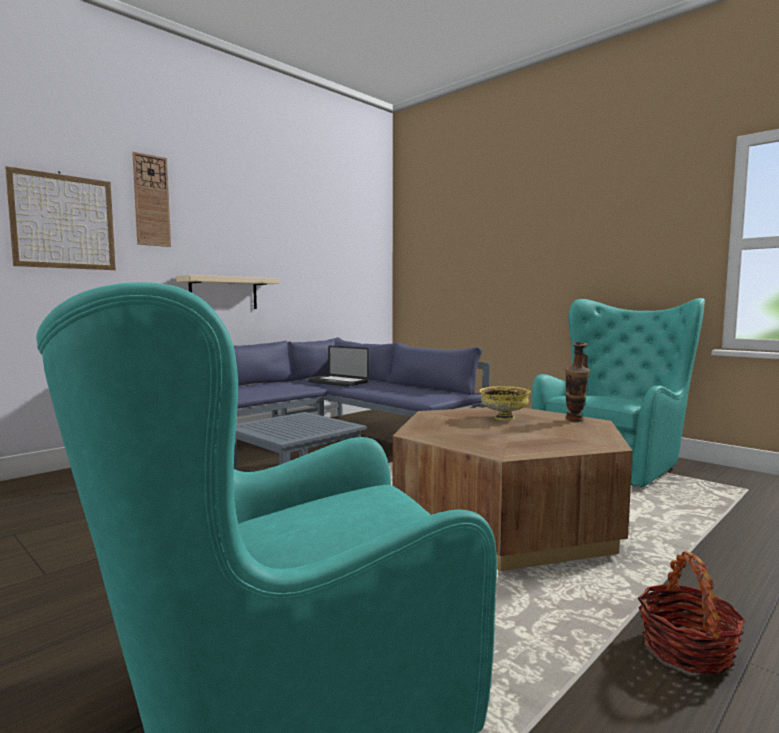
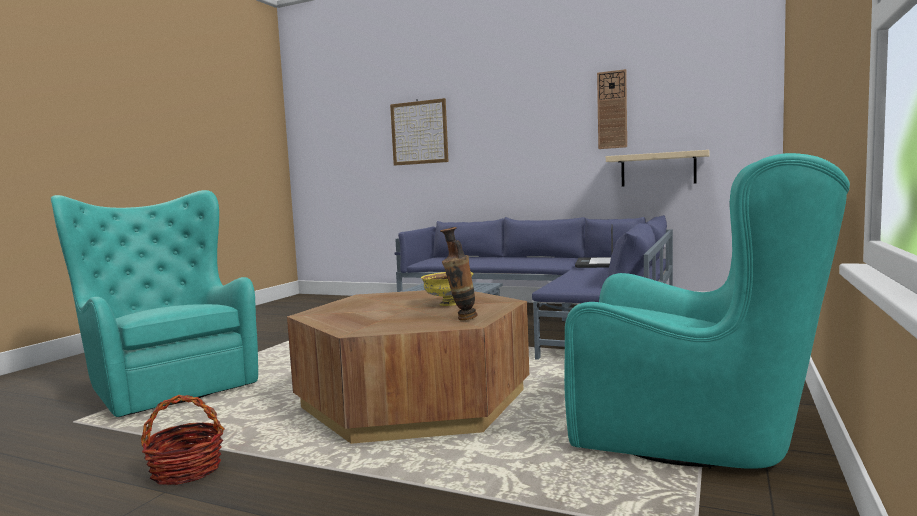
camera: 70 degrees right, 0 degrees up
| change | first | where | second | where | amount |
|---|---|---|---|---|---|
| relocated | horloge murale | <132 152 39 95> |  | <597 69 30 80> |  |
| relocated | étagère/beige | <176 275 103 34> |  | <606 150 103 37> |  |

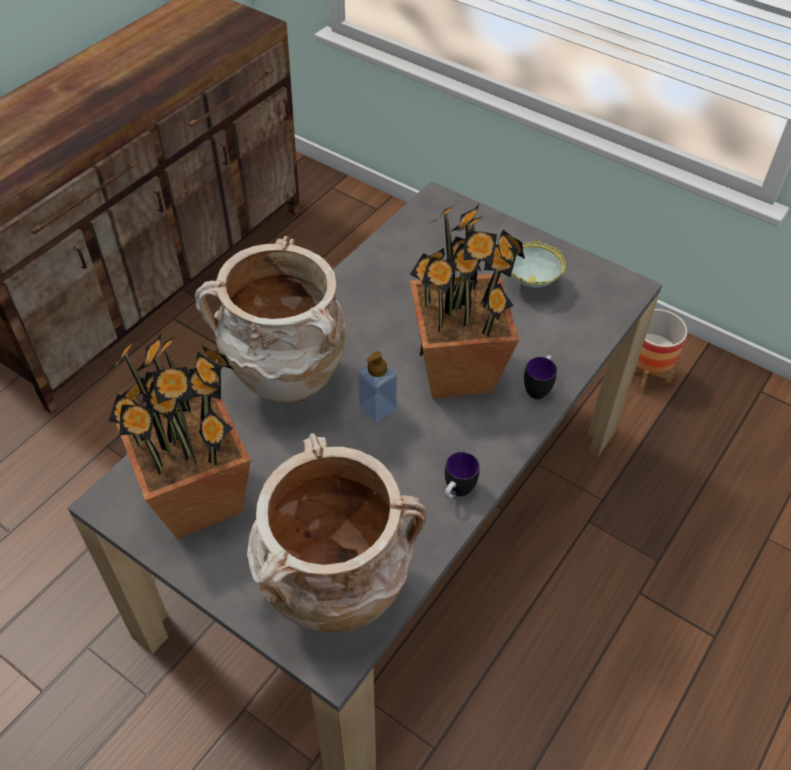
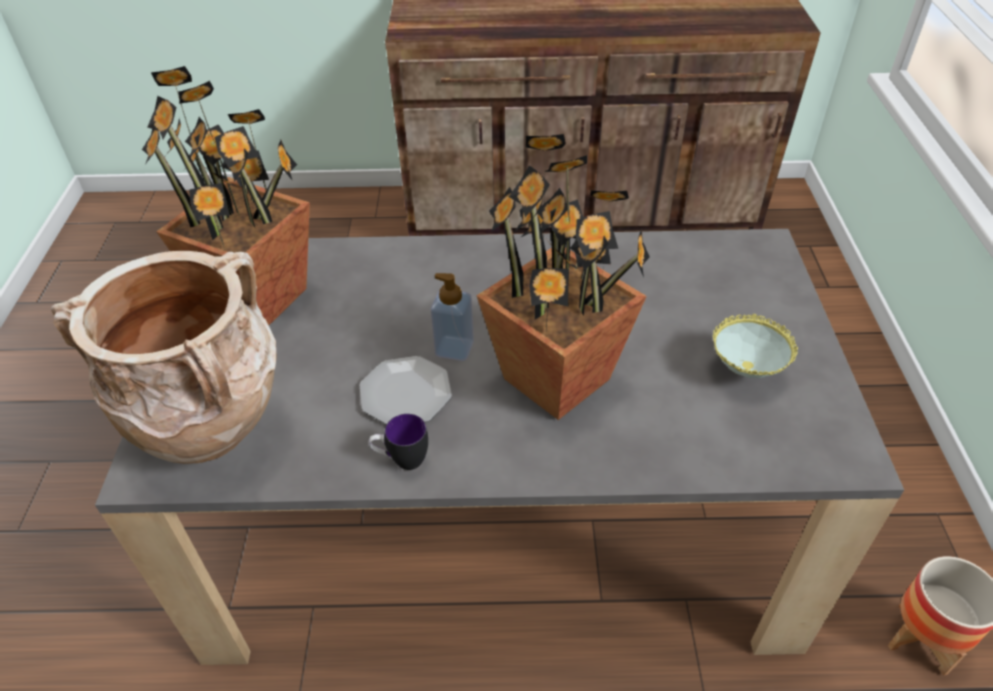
camera: 55 degrees right, 5 degrees down
| change | first | where | second | where | amount |
|---|---|---|---|---|---|
| missing | vase/beige | <195 236 150 168> |  |  |  |
| missing | mug | <524 355 33 44> |  |  |  |
| appeared |  |  | assiette | <360 356 92 69> |  |

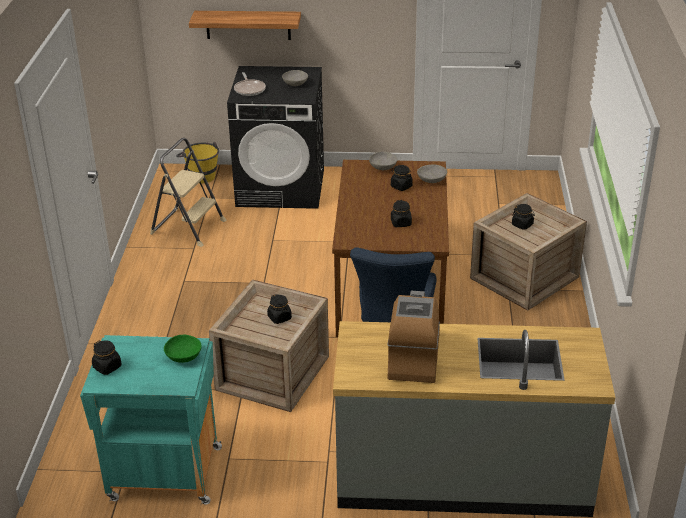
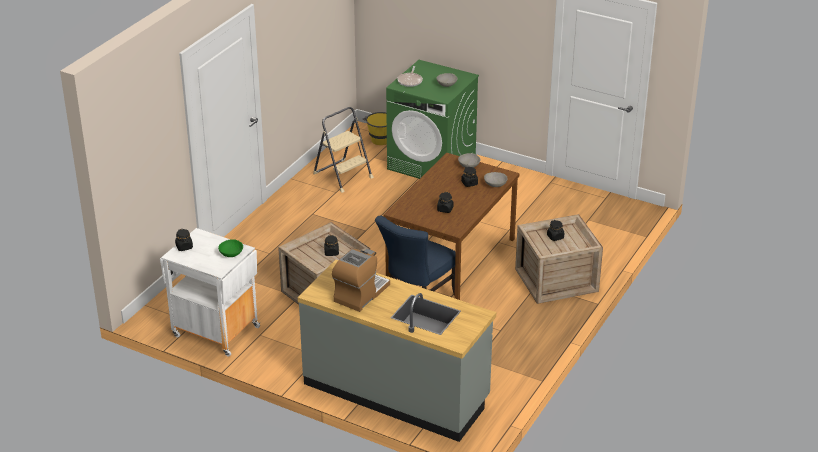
camera: 25 degrees right, 0 degrees up
| change | first | where | second | where | amount |
|---|---|---|---|---|---|
| missing | étagère | <189 11 112 29> |  |  |  |
| colour | lave-linge/noir | <227 66 97 143> | lave-linge/vert | <386 60 93 119> |  |
| colour | chariot/turquoise | <80 335 142 170> | chariot/blanc | <160 228 100 129> |  |

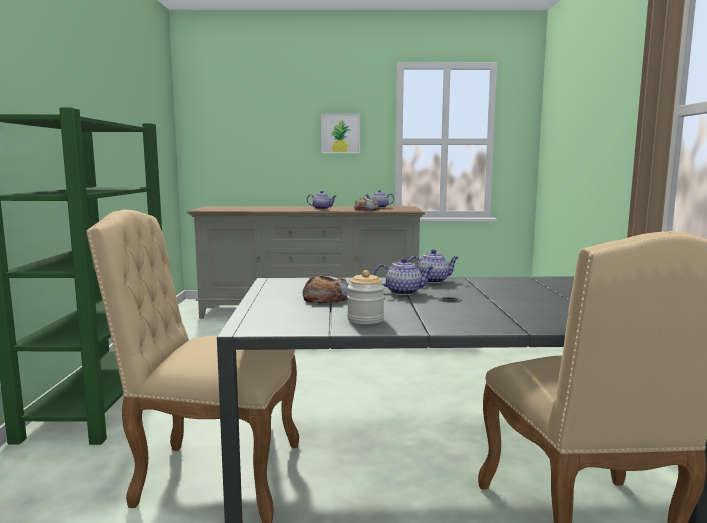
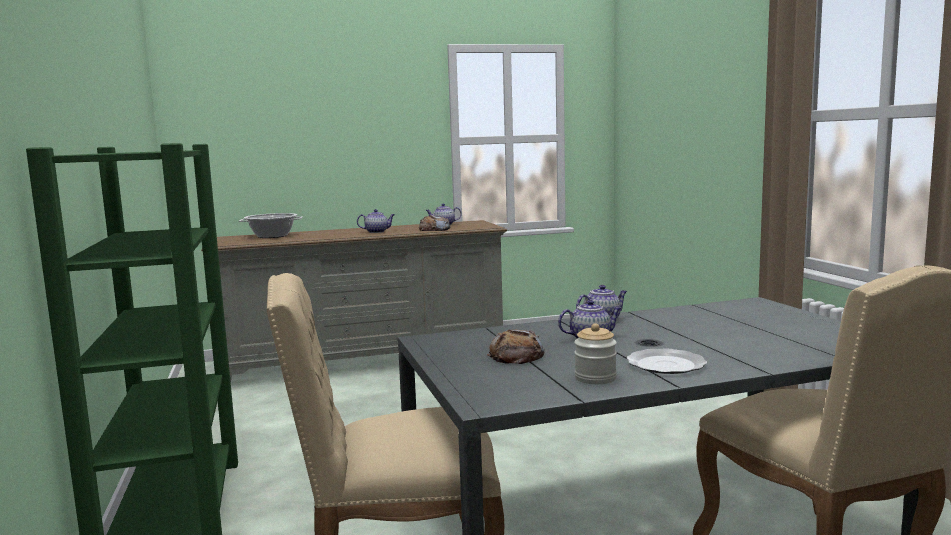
camera: 15 degrees left, 0 degrees up
| change | first | where | second | where | amount |
|---|---|---|---|---|---|
| missing | tableau | <321 113 39 40> |  |  |  |
| appeared |  |  | marmite | <239 213 64 25> |  |
| appeared |  |  | assiette | <627 348 80 26> |  |

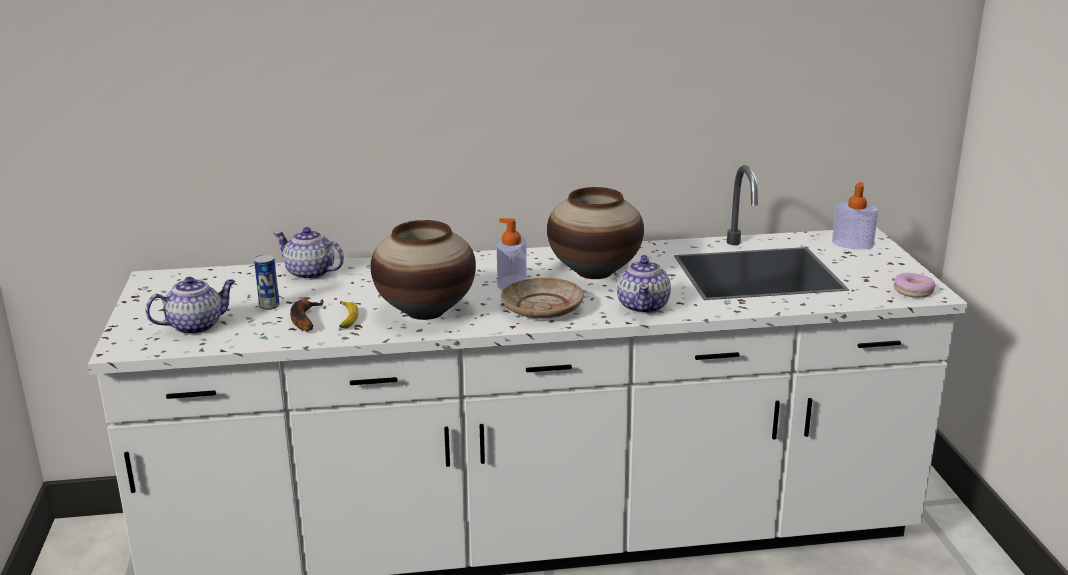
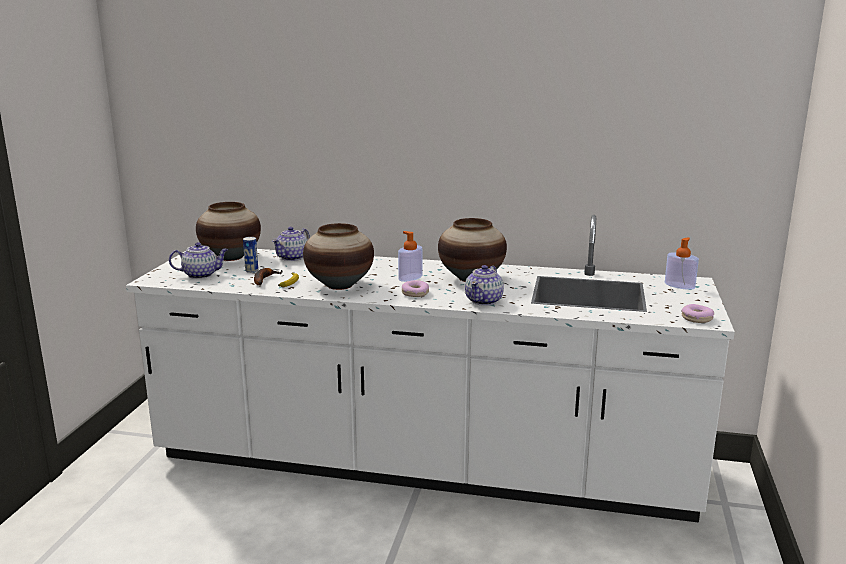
camera: 20 degrees right, 5 degrees down
| change | first | where | second | where | amount |
|---|---|---|---|---|---|
| spun | théière | <273 227 71 53> |  | <272 227 38 34> | 105 degrees counterclockwise |
| exchanged | assiette/beige | <501 278 83 41> | beignet | <402 280 27 17> |  |
| appeared |  |  | vase | <196 202 65 59> |  |

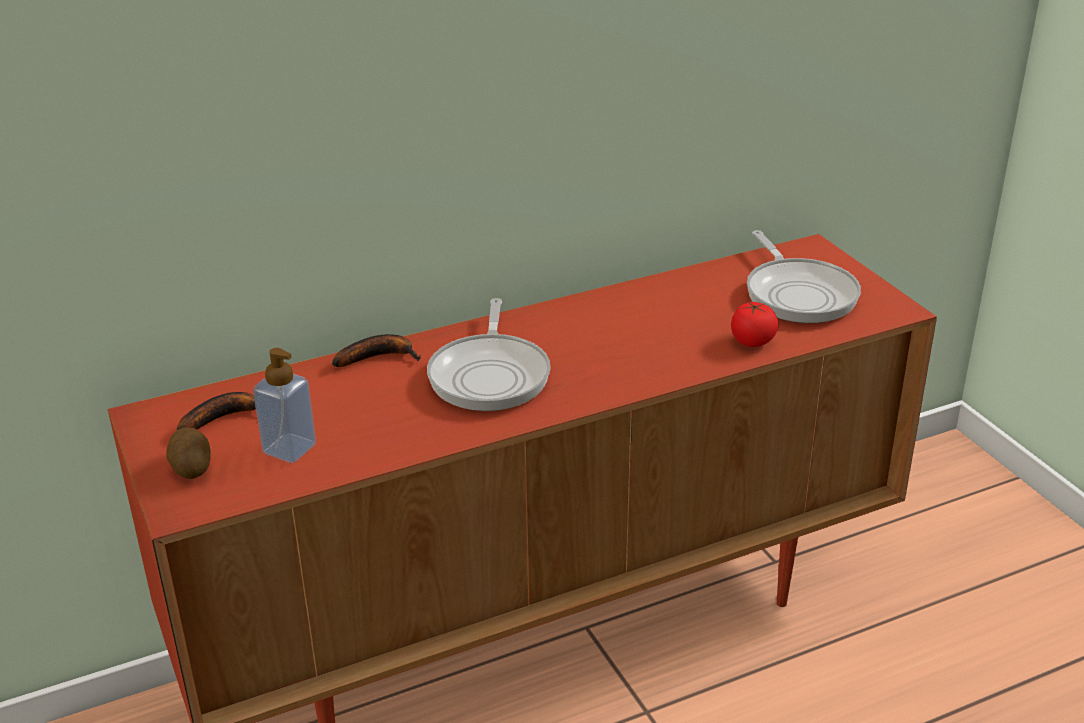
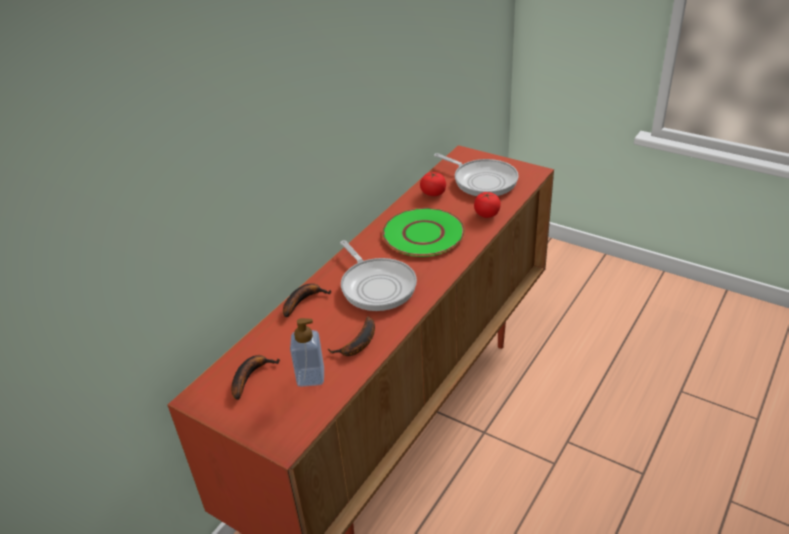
camera: 30 degrees left, 5 degrees up
| change | first | where | second | where | amount |
|---|---|---|---|---|---|
| missing | pomme de terre | <166 427 45 52> |  |  |  |
| appeared |  |  | tomate | <420 172 26 24> |  |
| appeared |  |  | assiette/vert | <382 208 83 49> |  |
| appeared |  |  | banane | <328 317 47 39> |  |

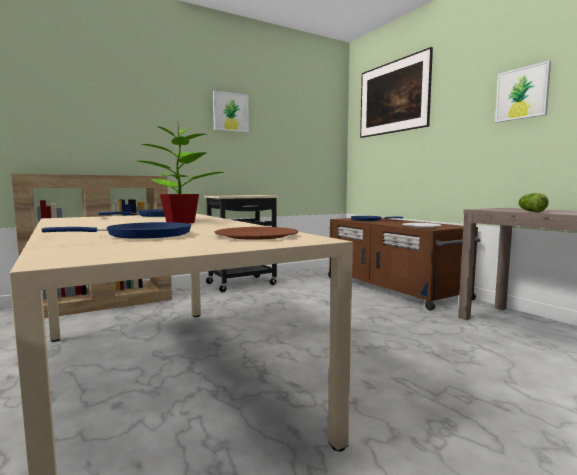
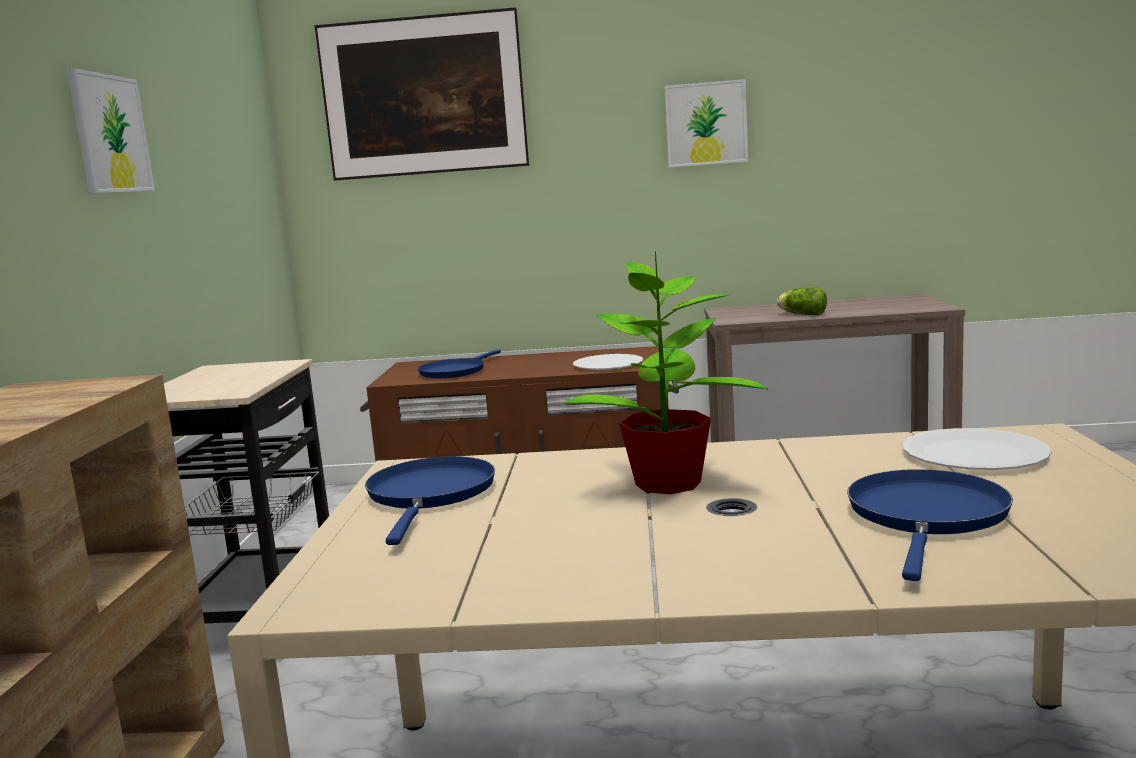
camera: 55 degrees left, 5 degrees up
| change | first | where | second | where | amount |
|---|---|---|---|---|---|
| colour | assiette/marron | <215 227 83 13> | assiette/blanc | <903 428 149 42> |  |

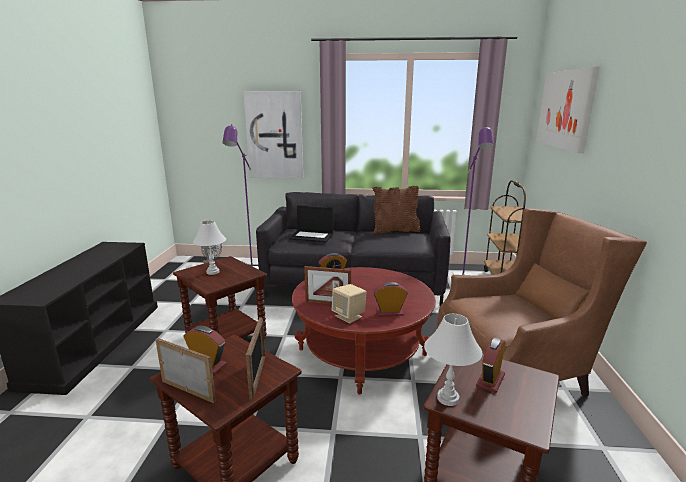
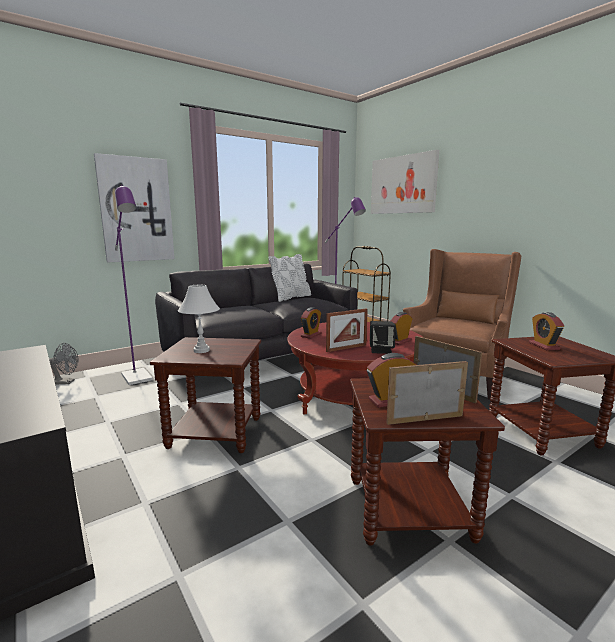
camera: 40 degrees left, 5 degrees down
| change | first | where | second | where | amount |
|---|---|---|---|---|---|
| colour | coussin/marron | <372 186 48 48> | coussin/blanc | <268 254 43 48> |  |
| missing | ordinateur portable | <289 205 44 37> |  |  |  |
| colour | enceinte/beige | <332 284 34 39> | enceinte/noir | <370 321 26 33> |  |
| missing | lampe de table/blanc | <424 314 58 92> |  |  |  |

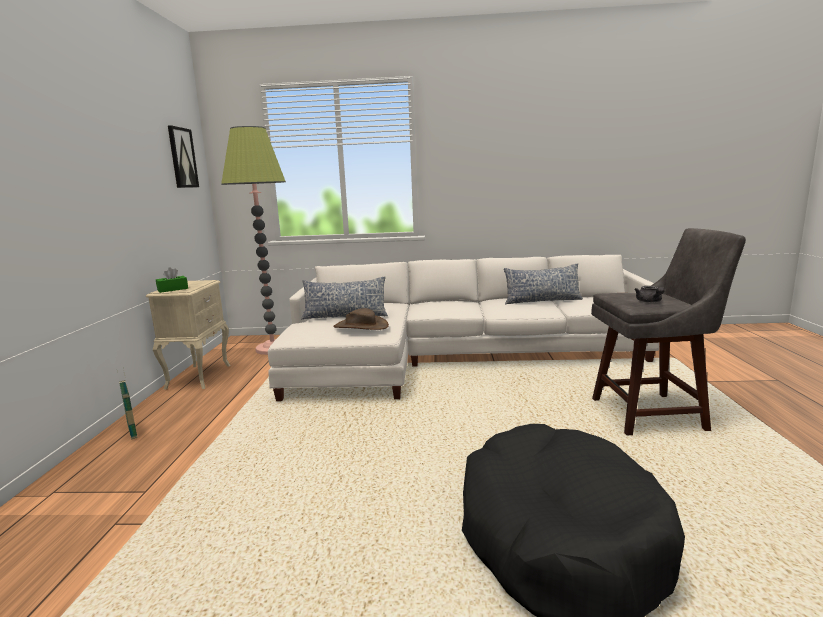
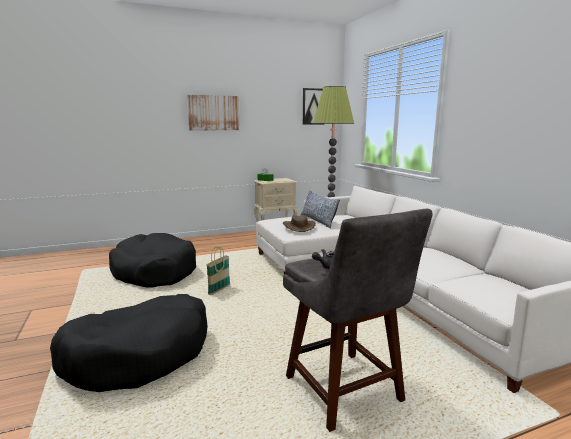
camera: 65 degrees right, 0 degrees up
| change | first | where | second | where | amount |
|---|---|---|---|---|---|
| missing | coussin | <504 263 79 42> |  |  |  |
| relocated | panier | <119 370 19 70> |  | <207 246 23 49> |  |
| appeared |  |  | tableau | <187 95 53 36> |  |
| appeared |  |  | panier pour chien/noir | <109 233 87 55> |  |

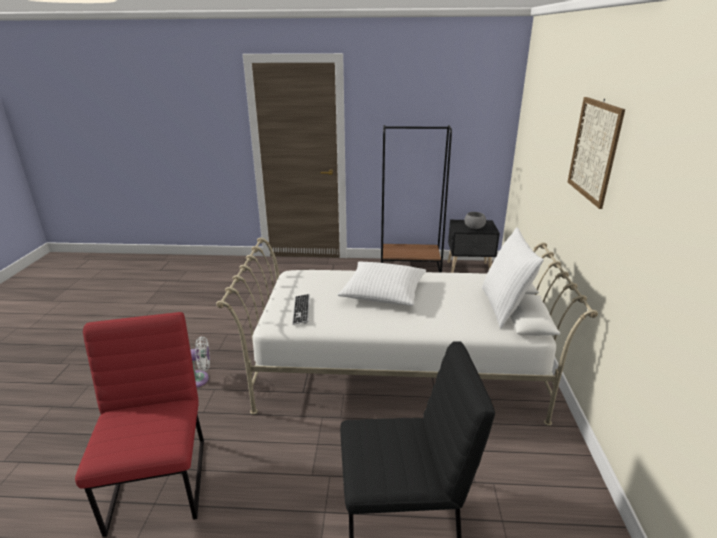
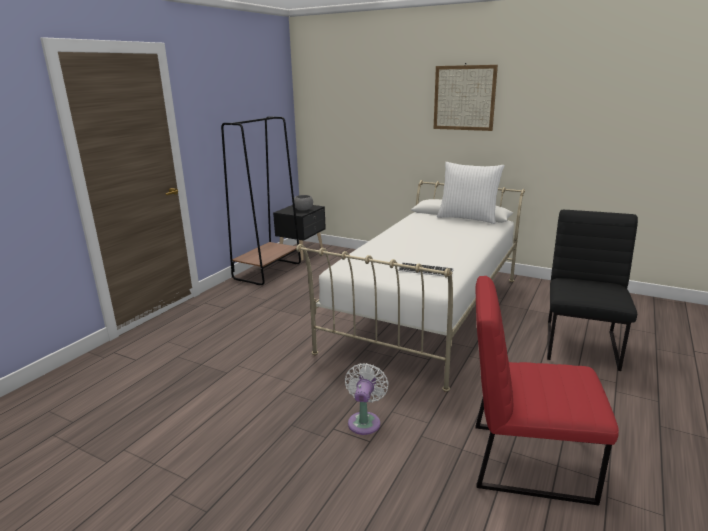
camera: 65 degrees left, 5 degrees down
| change | first | where | second | where | amount |
|---|---|---|---|---|---|
| missing | coussin/blanc | <338 261 88 45> |  |  |  |

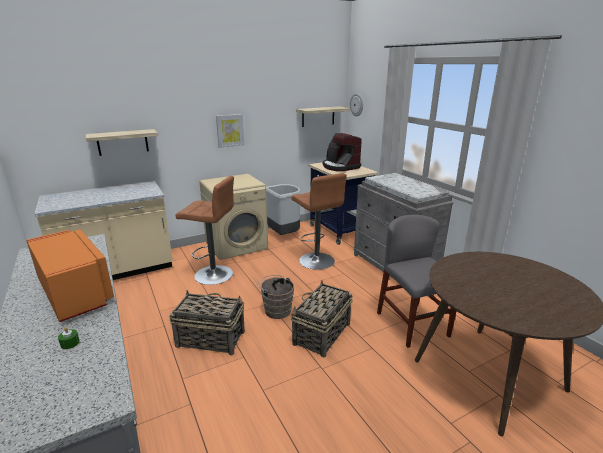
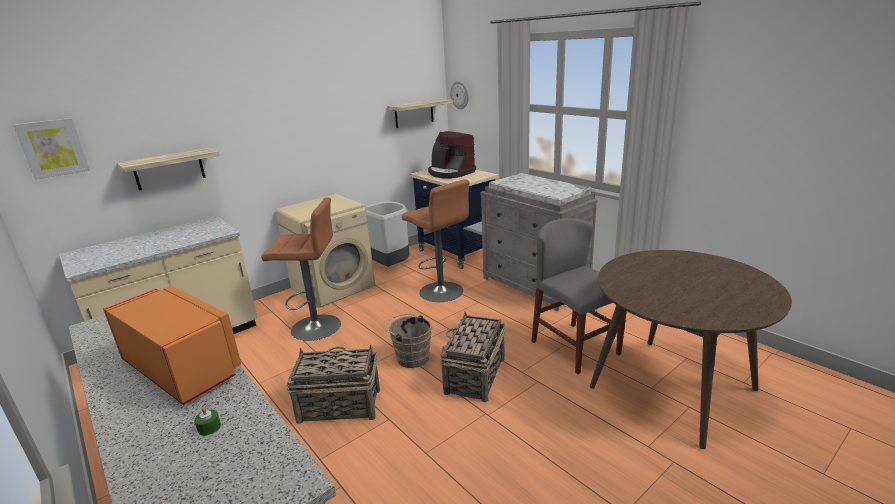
camera: 10 degrees left, 0 degrees up
| change | first | where | second | where | amount |
|---|---|---|---|---|---|
| relocated | tableau | <216 114 29 34> |  | <13 118 77 62> |  |

